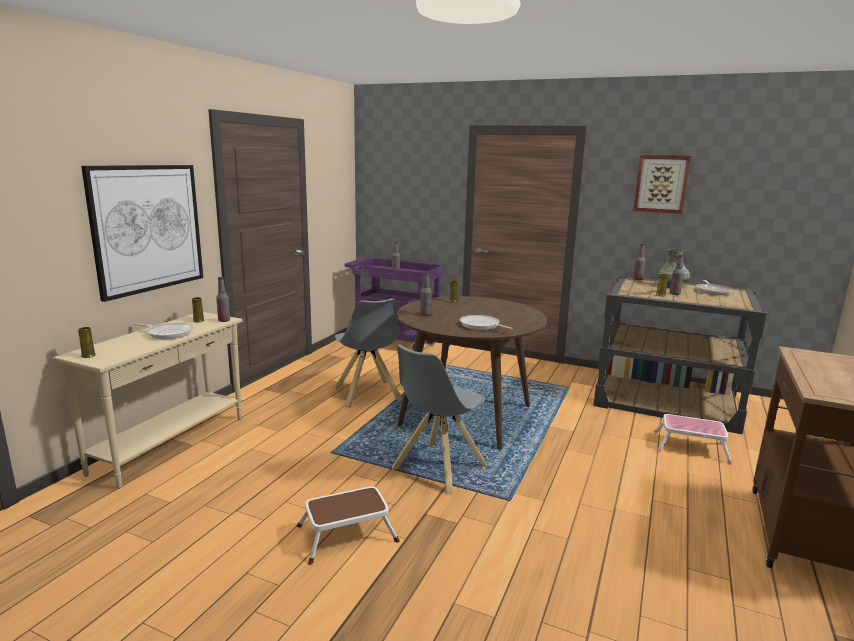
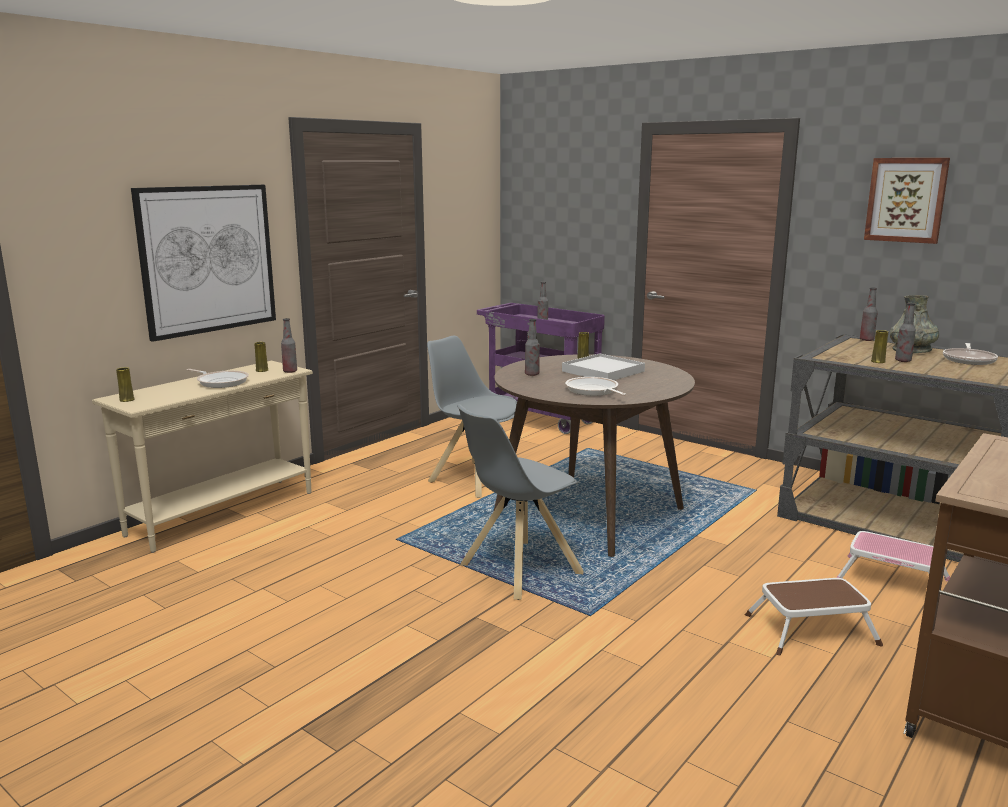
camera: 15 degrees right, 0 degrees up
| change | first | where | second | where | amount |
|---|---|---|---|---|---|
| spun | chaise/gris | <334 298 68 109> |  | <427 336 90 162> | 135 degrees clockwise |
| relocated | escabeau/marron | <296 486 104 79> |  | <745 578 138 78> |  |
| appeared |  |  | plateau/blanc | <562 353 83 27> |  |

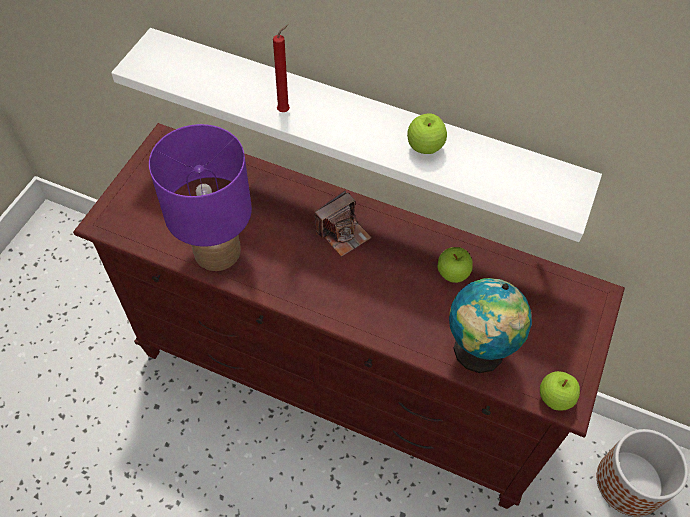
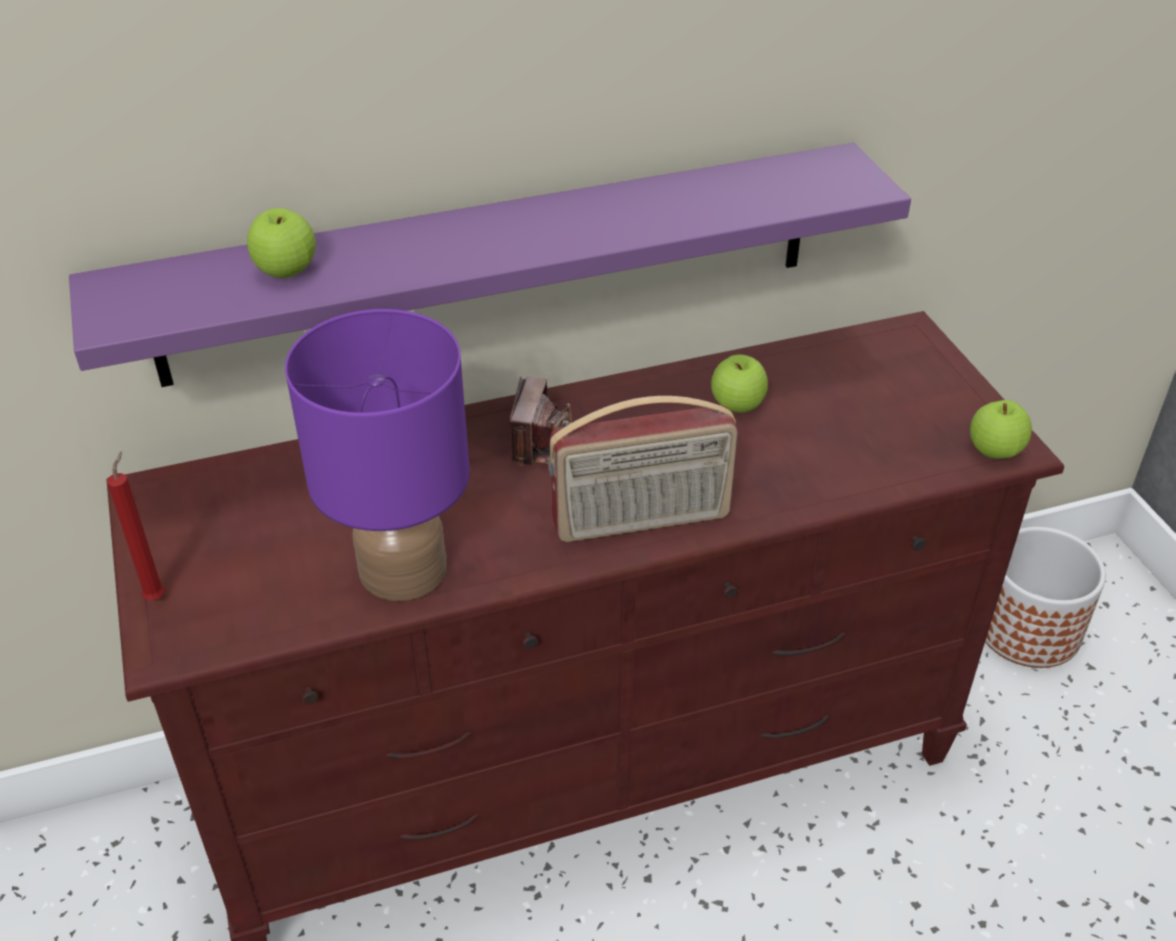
camera: 40 degrees left, 15 degrees down
| change | first | where | second | where | amount |
|---|---|---|---|---|---|
| relocated | bougie/rouge | <273 24 17 88> |  | <107 451 58 149> |  |
| colour | étagère/blanc | <111 28 491 214> | étagère/violet | <69 143 842 244> |  |
| relocated | pomme | <407 113 40 41> |  | <247 208 69 70> |  |
| missing | globe | <449 278 83 95> |  |  |  |
| appeared |  |  | radio | <548 396 189 146> |  |

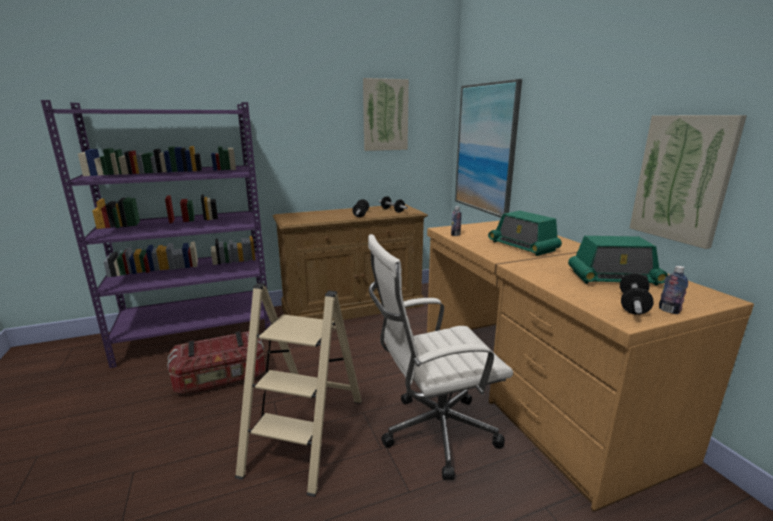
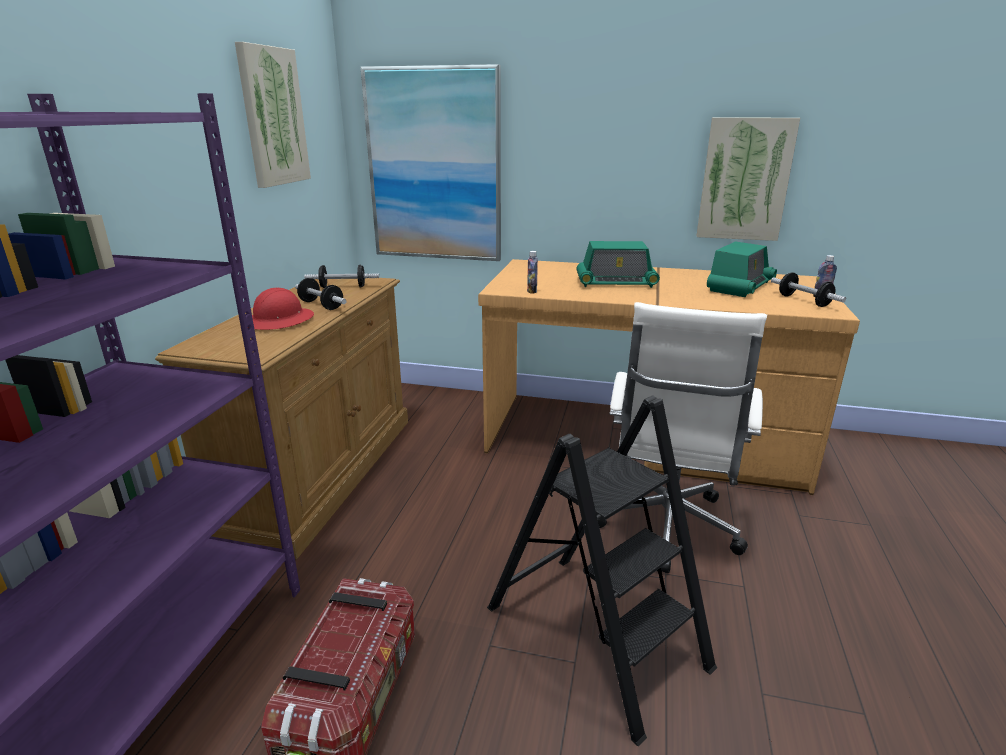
camera: 55 degrees left, 5 degrees up
| change | first | where | second | where | amount |
|---|---|---|---|---|---|
| colour | escabeau/beige | <235 283 127 214> | escabeau/noir | <487 396 230 350> |  |
| appeared |  |  | casque de chantier/rouge | <252 288 62 42> |  |

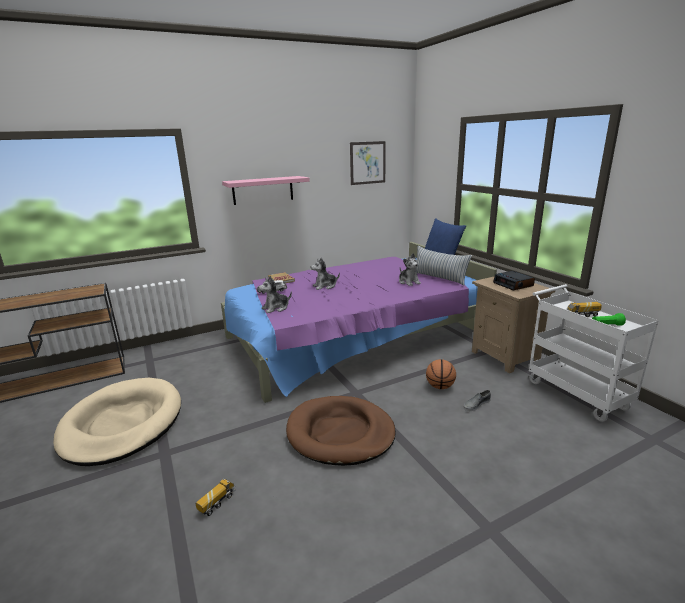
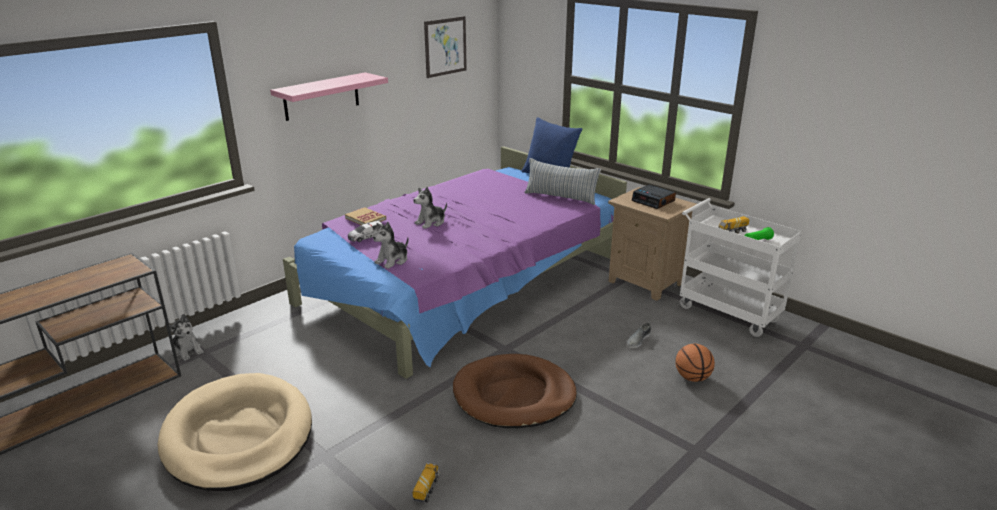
camera: 20 degrees left, 5 degrees up
| change | first | where | second | where | amount |
|---|---|---|---|---|---|
| relocated | peluche | <399 253 22 33> |  | <169 314 35 47> |  |
| relocated | ballon de basket | <426 359 30 30> |  | <675 344 40 38> |  |

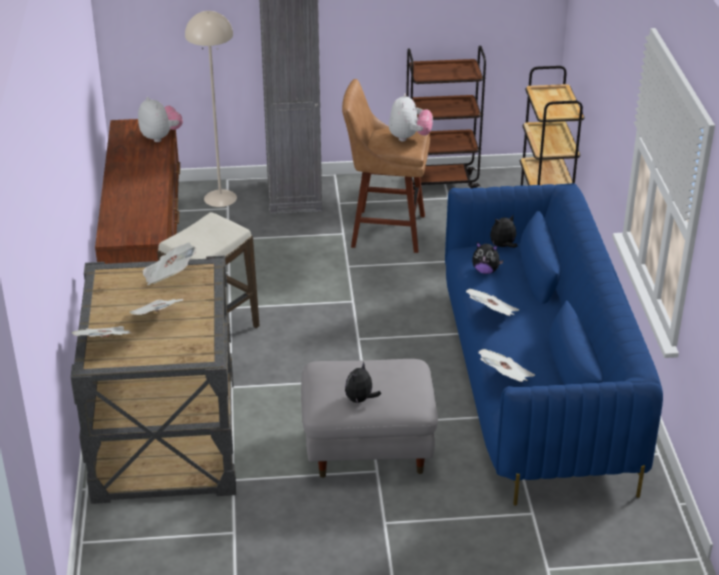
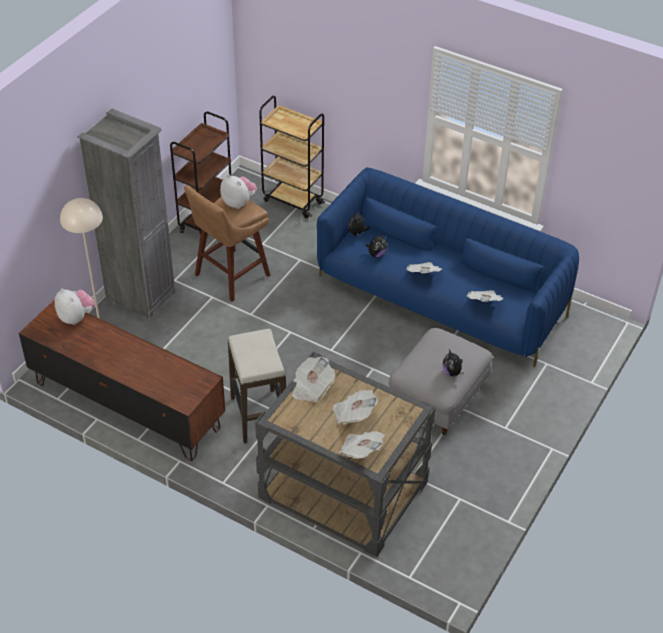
camera: 55 degrees left, 10 degrees up
| change | first | where | second | where | amount |
|---|---|---|---|---|---|
| spun | peluche | <138 97 45 45> |  | <54 289 41 36> | 45 degrees clockwise |

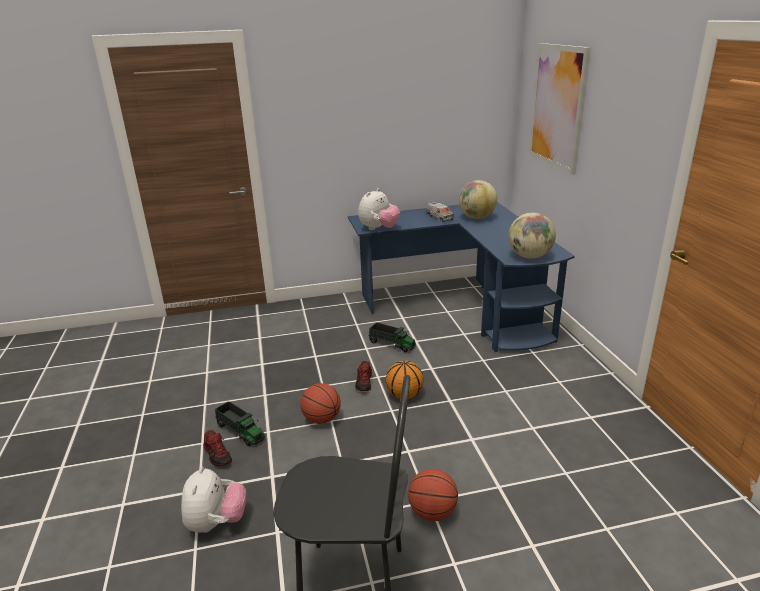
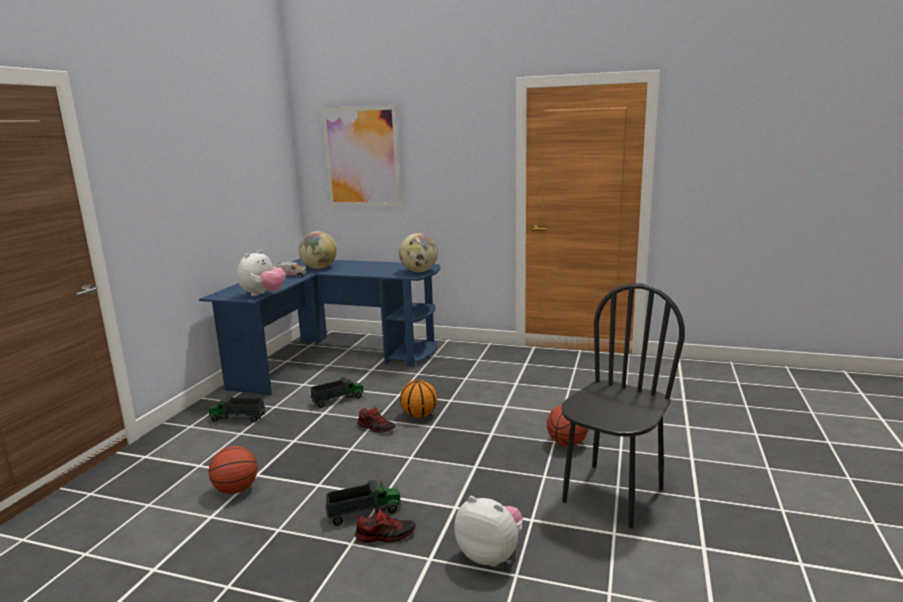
camera: 60 degrees left, 10 degrees down
| change | first | where | second | where | amount |
|---|---|---|---|---|---|
| spun | peluche | <358 188 42 42> |  | <237 250 49 46> | 45 degrees clockwise |
| relocated | ballon de basket | <300 383 41 41> |  | <209 446 48 48> |  |
| appeared |  |  | camion jouet | <208 395 58 27> |  |

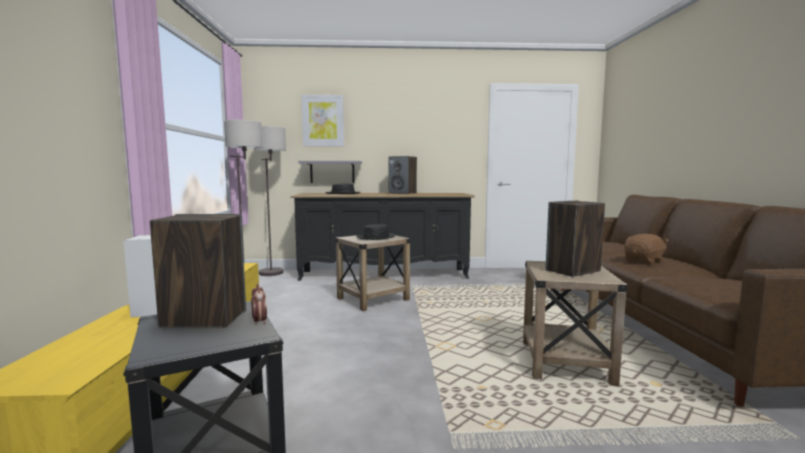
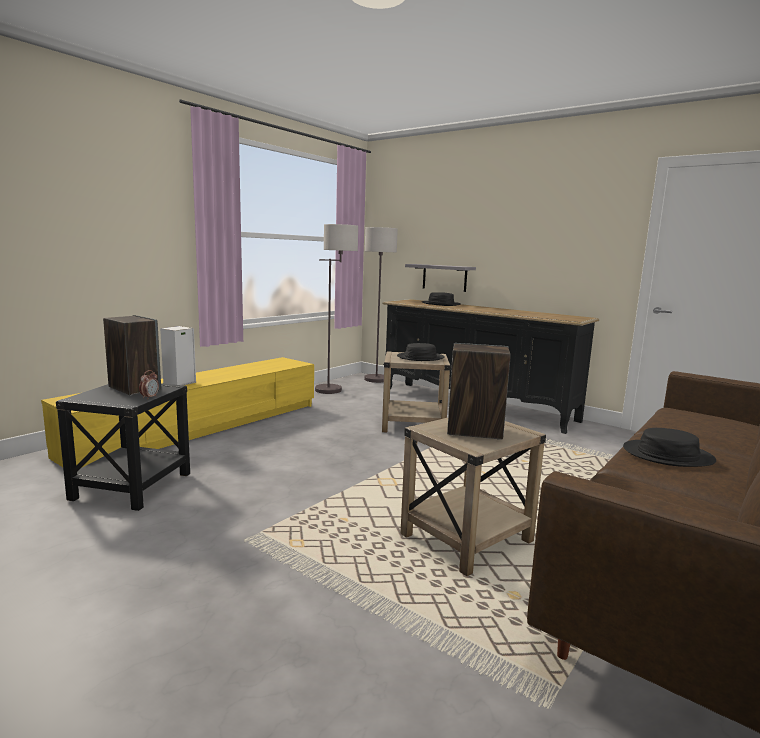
camera: 40 degrees right, 5 degrees up
| change | first | where | second | where | amount |
|---|---|---|---|---|---|
| missing | tableau | <301 95 43 51> |  |  |  |
| missing | enceinte | <388 156 29 38> |  |  |  |
| exchanged | peluche/marron | <624 234 45 31> | chapeau/noir | <623 428 93 39> |  |

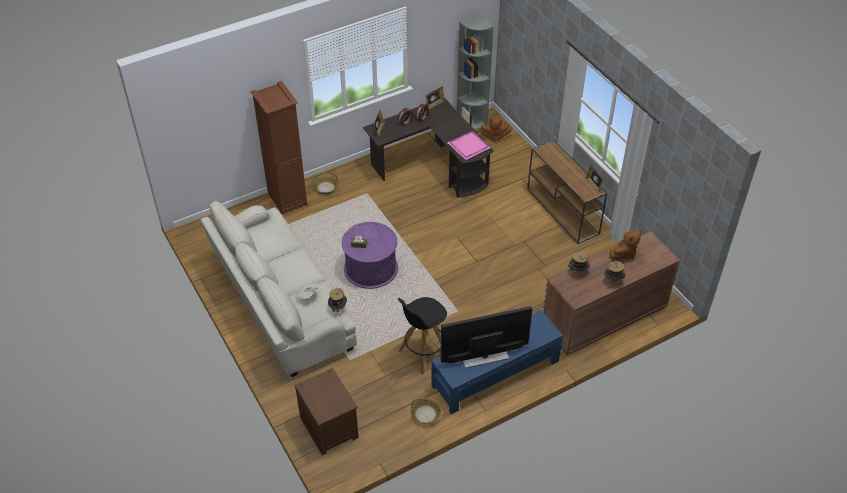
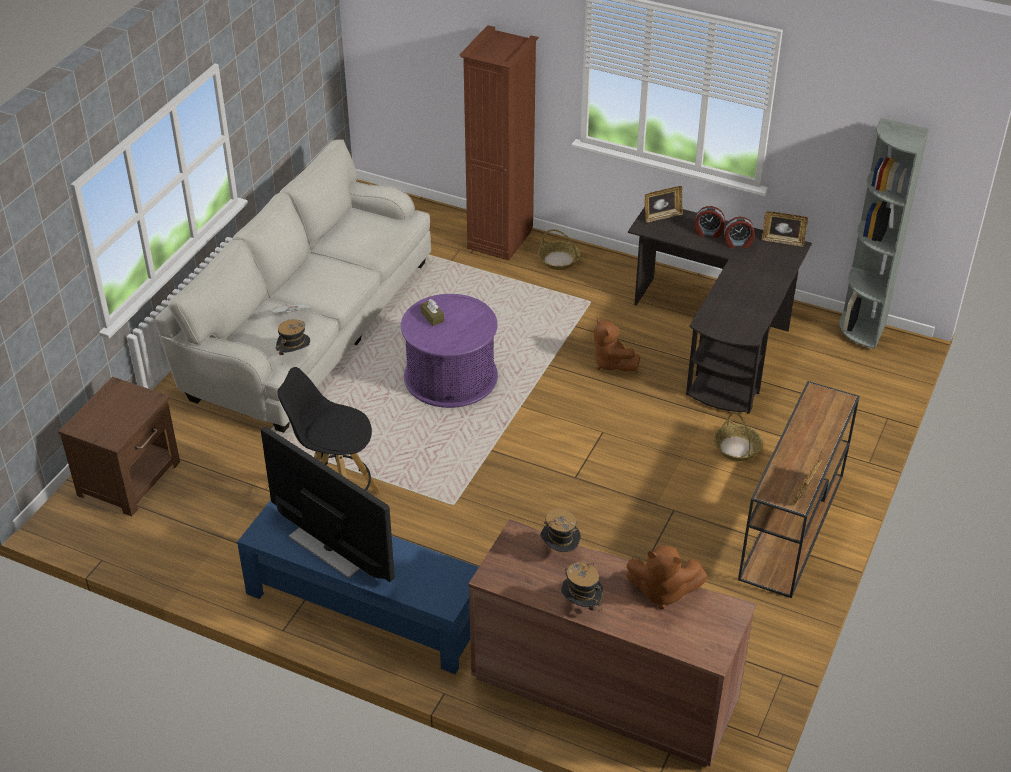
camera: 55 degrees right, 5 degrees down
| change | first | where | second | where | amount |
|---|---|---|---|---|---|
| relocated | peluche/marron | <481 117 31 26> |  | <594 318 46 54> |  |
| missing | plateau/rose | <447 131 44 29> |  |  |  |
| relocated | panier | <410 398 31 26> |  | <713 412 50 49> |  |

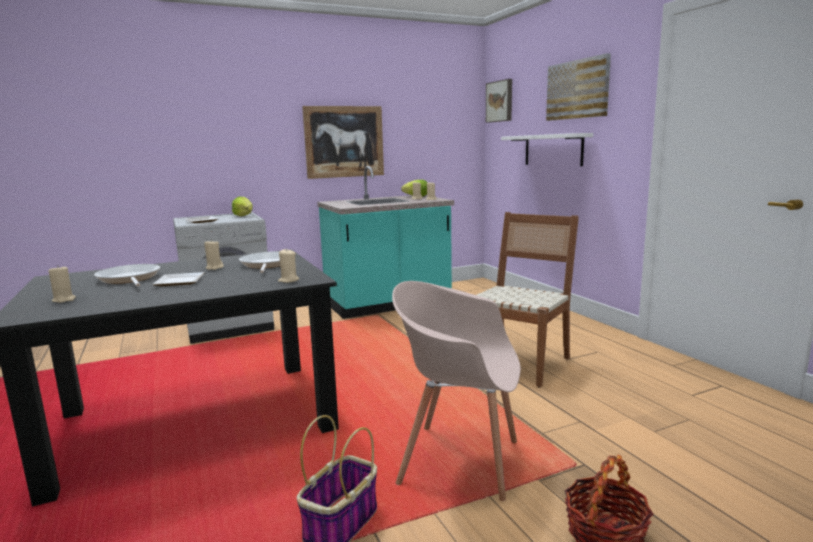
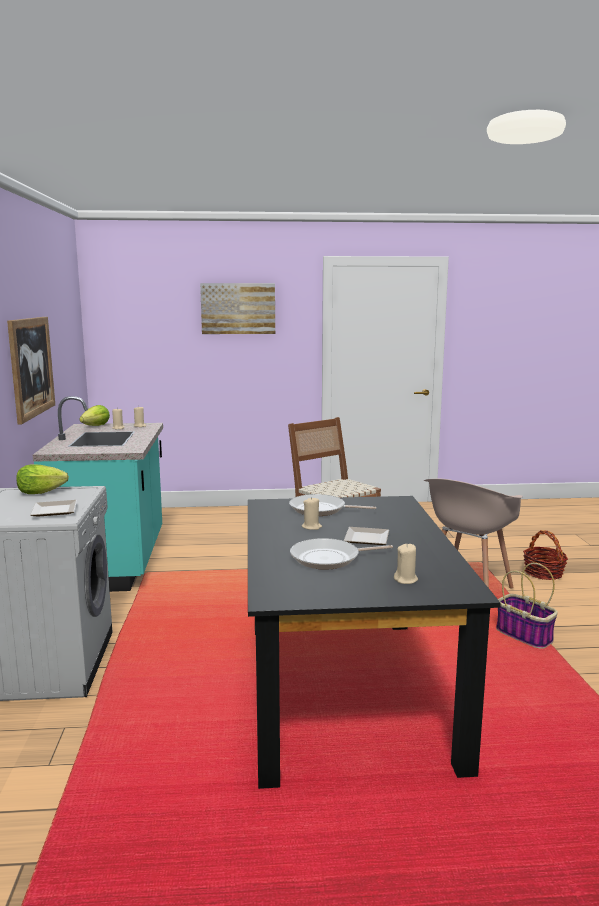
camera: 70 degrees left, 0 degrees up
| change | first | where | second | where | amount |
|---|---|---|---|---|---|
| missing | tableau | <486 79 26 44> |  |  |  |
| missing | étagère/blanc | <501 133 92 33> |  |  |  |
| missing | bougie/beige | <278 248 21 35> |  |  |  |

